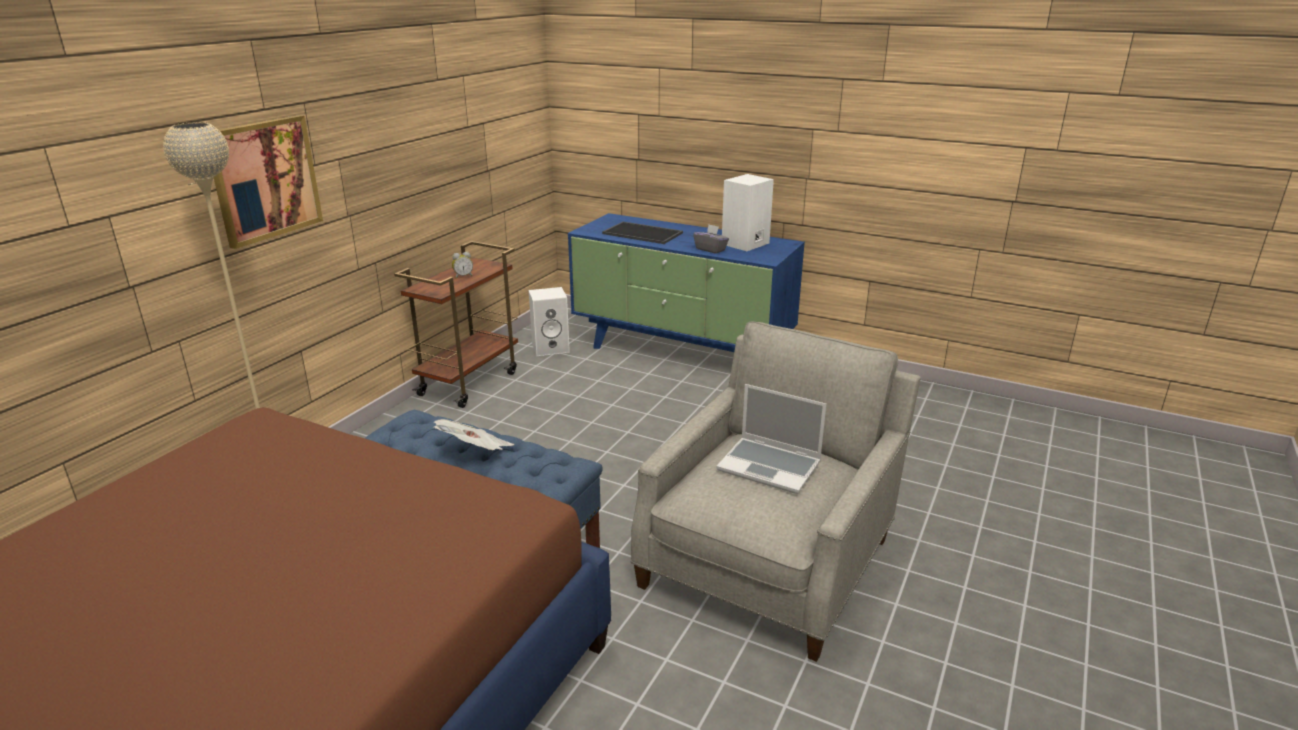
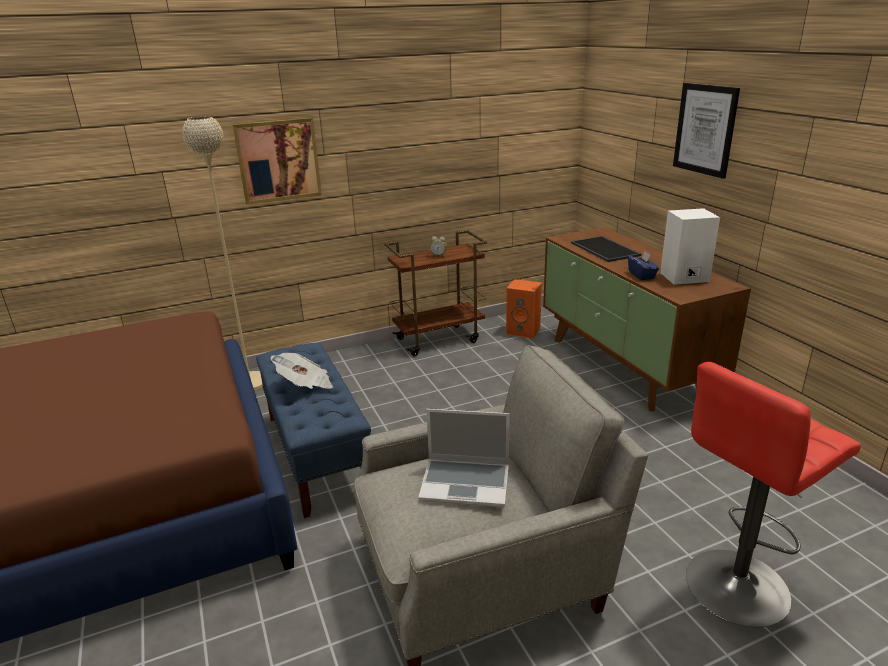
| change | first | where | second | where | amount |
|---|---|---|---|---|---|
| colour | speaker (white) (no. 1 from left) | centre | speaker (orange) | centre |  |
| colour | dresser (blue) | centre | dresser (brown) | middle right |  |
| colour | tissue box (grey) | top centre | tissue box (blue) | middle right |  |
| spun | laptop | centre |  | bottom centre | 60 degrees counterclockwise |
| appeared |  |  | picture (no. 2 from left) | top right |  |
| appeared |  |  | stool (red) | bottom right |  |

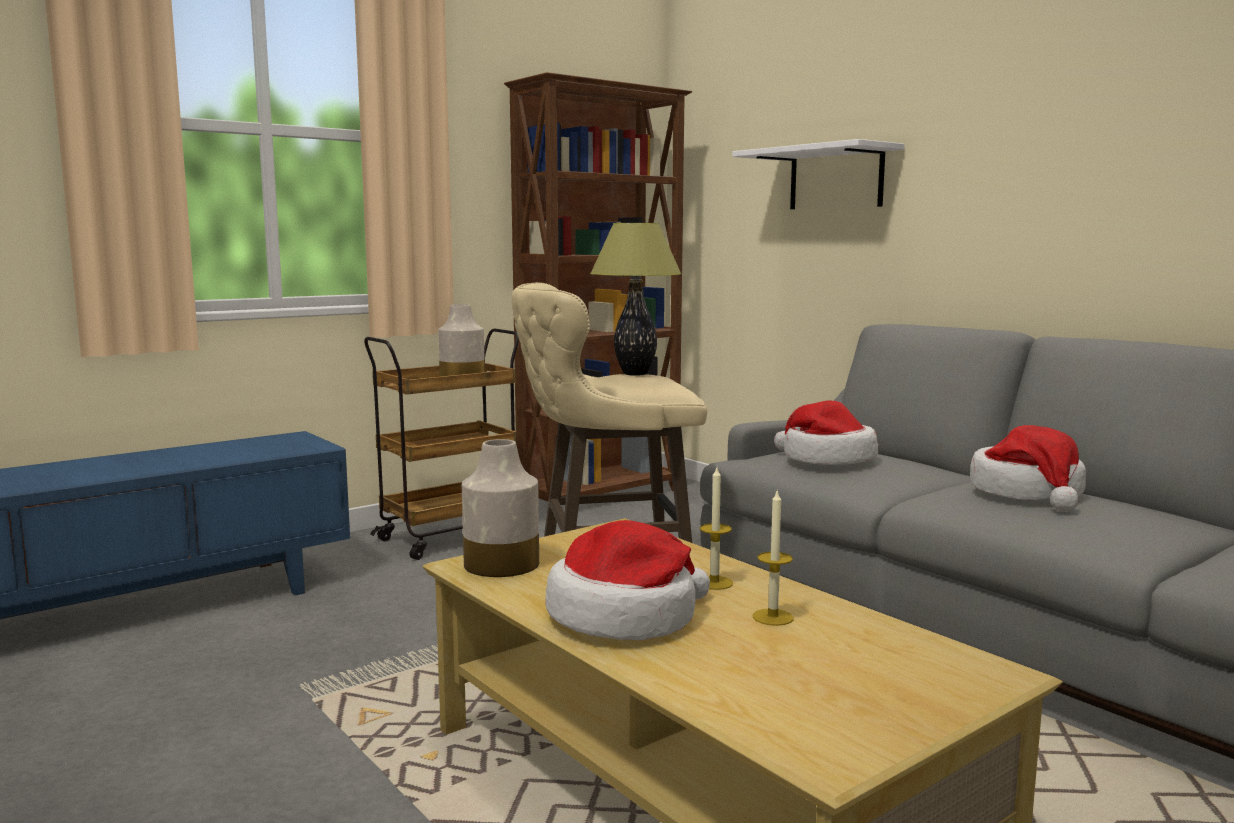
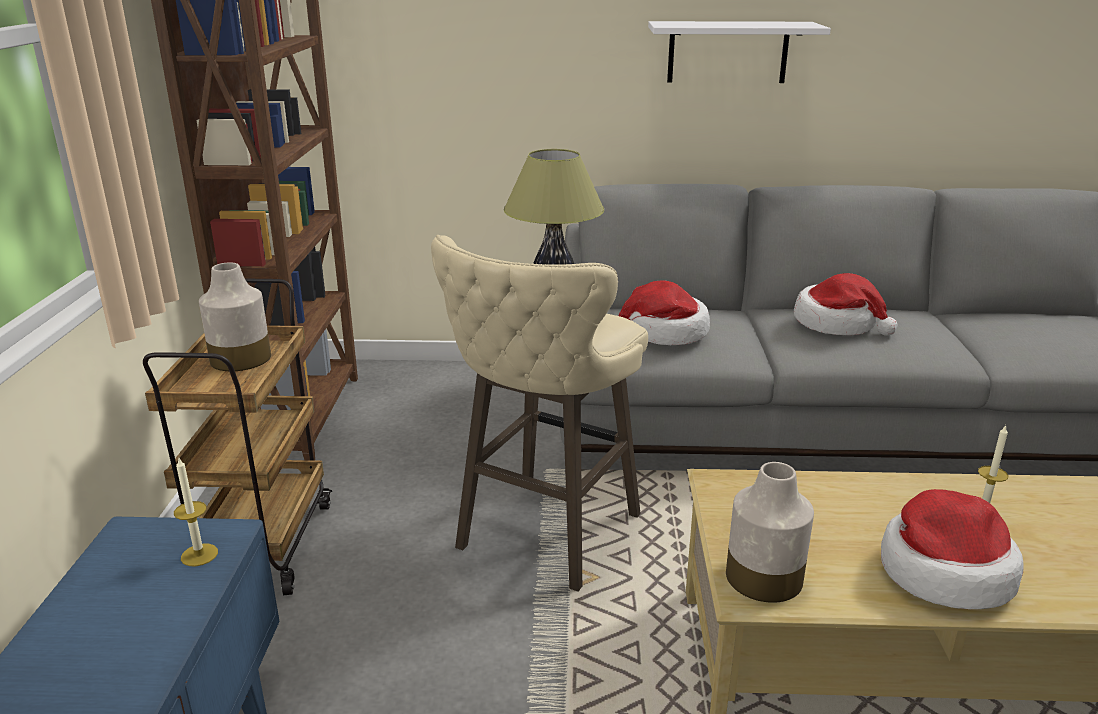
| change | first | where | second | where | amount |
|---|---|---|---|---|---|
| relocated | candle (no. 1 from left) | centre |  | bottom left |  |
| relocated | shelf (white) | top centre |  | top right |  |

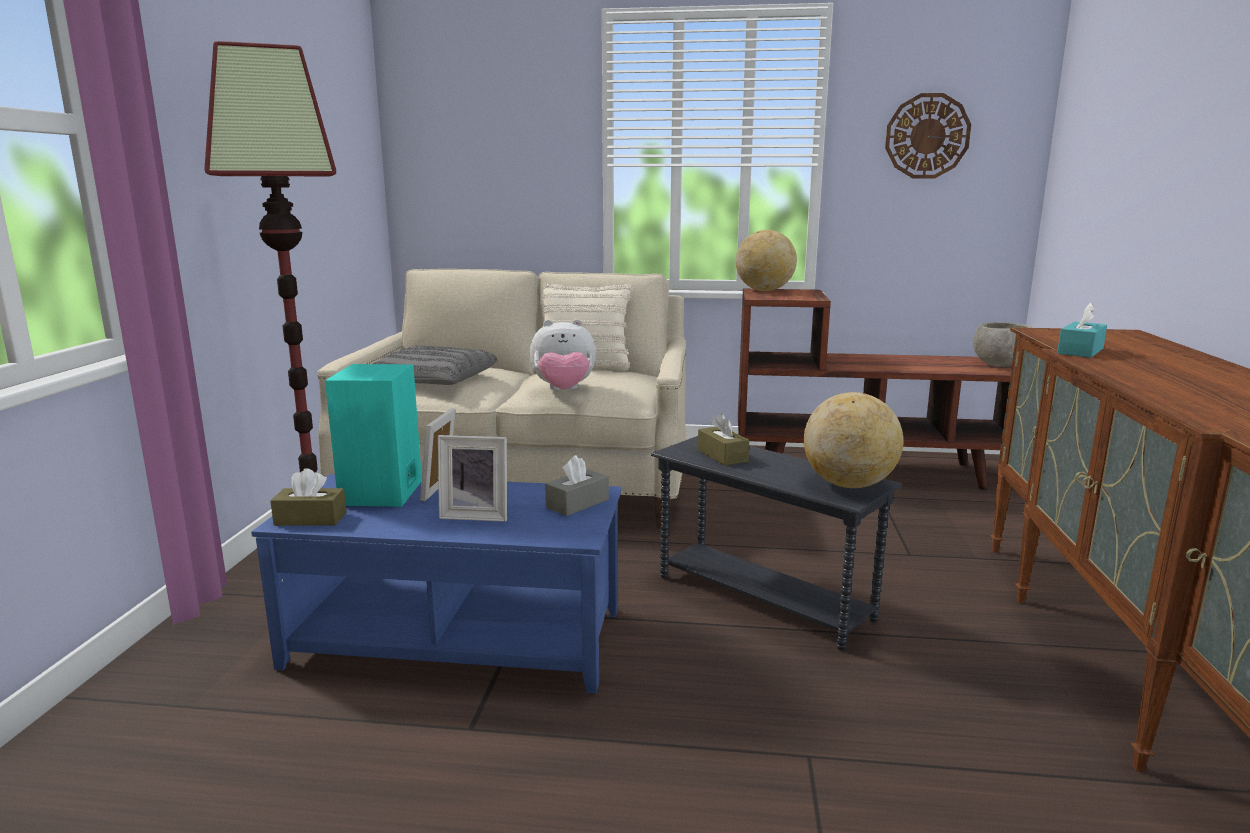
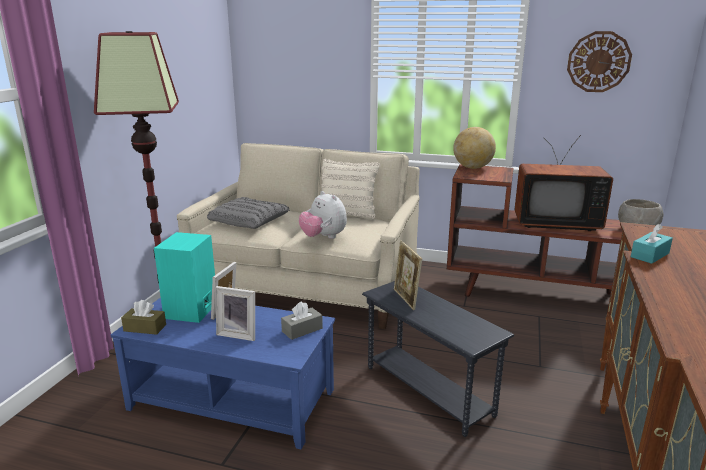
| change | first | where | second | where | amount |
|---|---|---|---|---|---|
| spun | plush toy | centre |  | centre | 45 degrees clockwise |
| exchanged | tissue box (brown) (no. 2 from left) | centre | picture frame (no. 3 from left) | centre |  |
| missing | globe (no. 2 from left) | middle right |  |  |  |
| appeared |  |  | television | middle right |  |

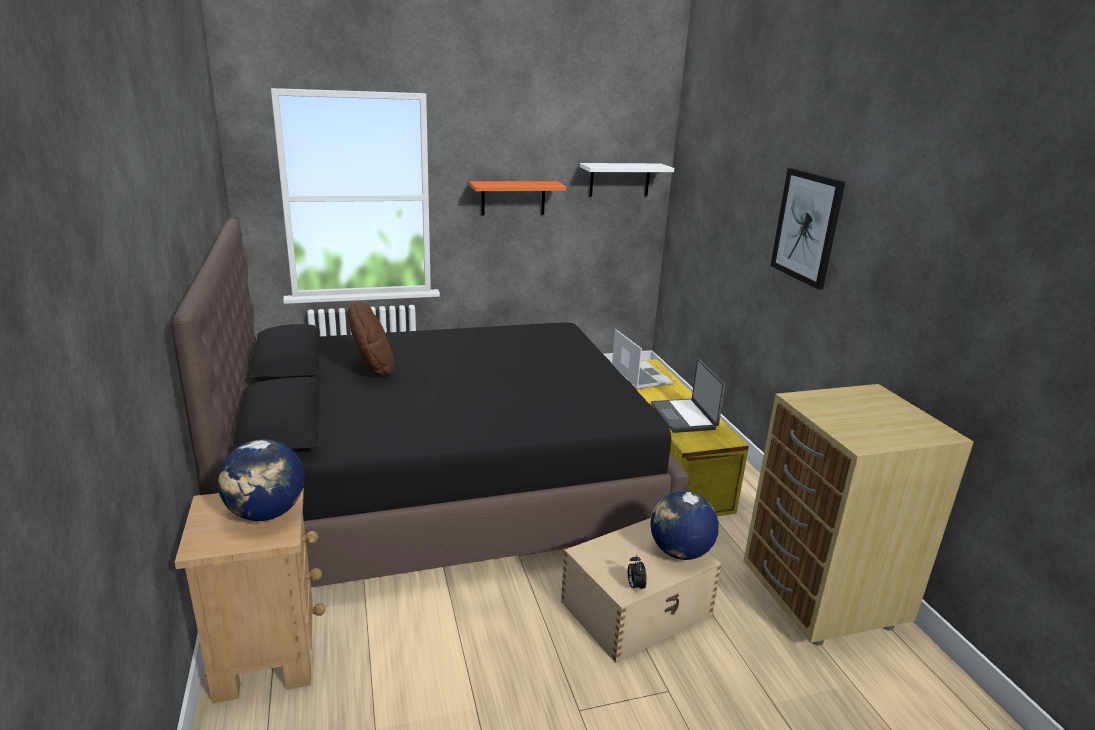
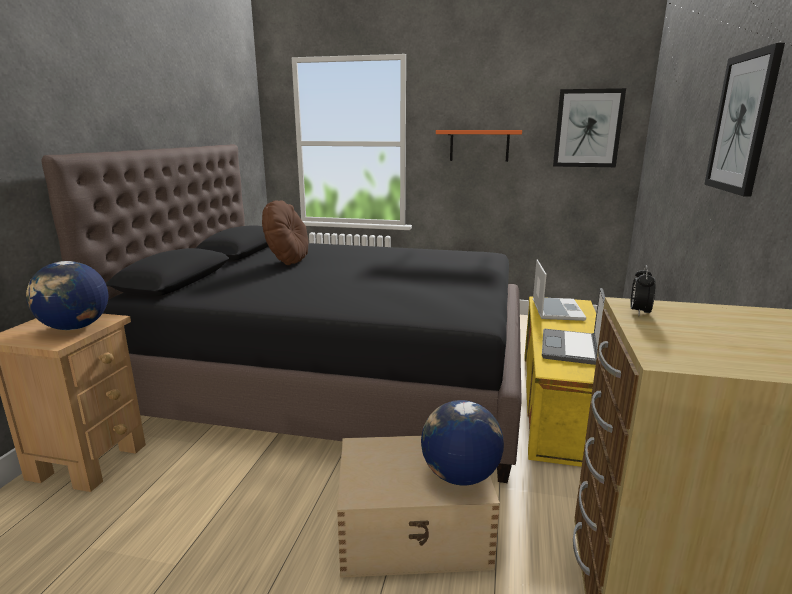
| change | first | where | second | where | amount |
|---|---|---|---|---|---|
| exchanged | shelf (white) | top centre | picture (no. 1 from left) | top right |  |
| relocated | alarm clock | bottom centre |  | middle right |  |

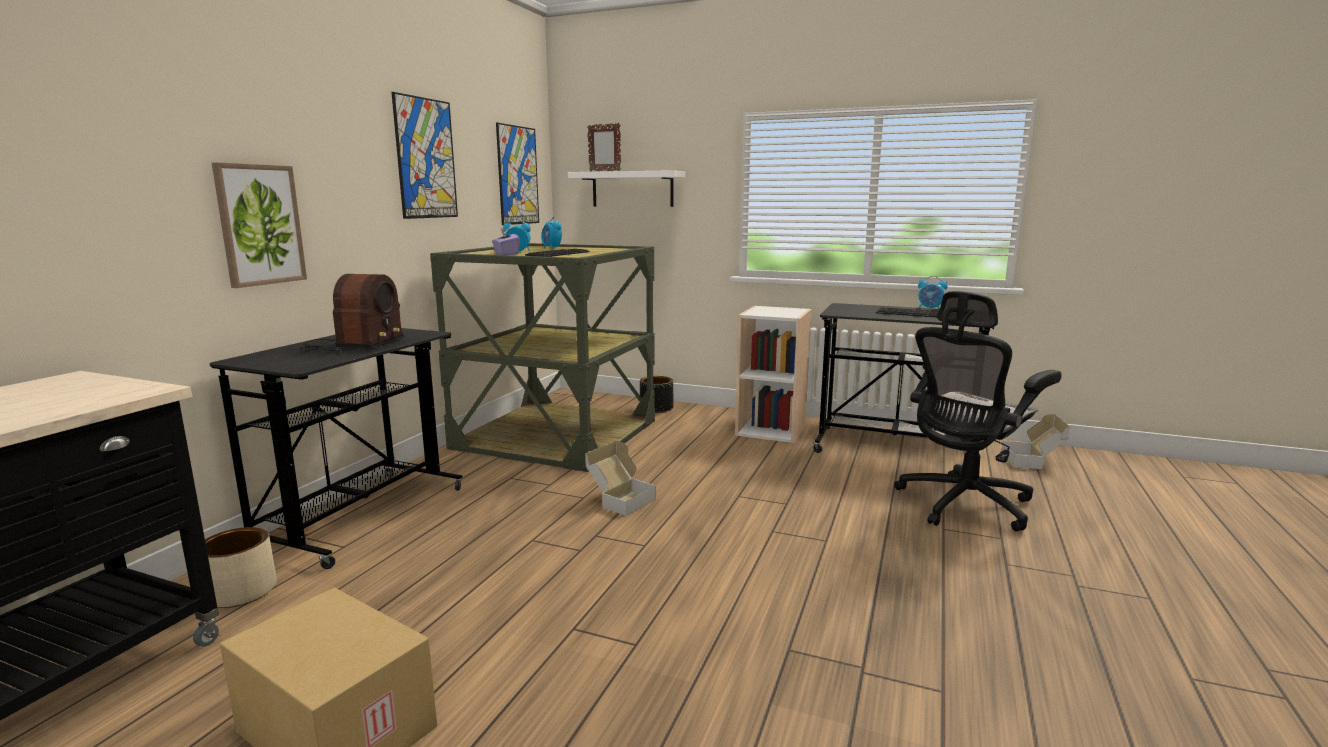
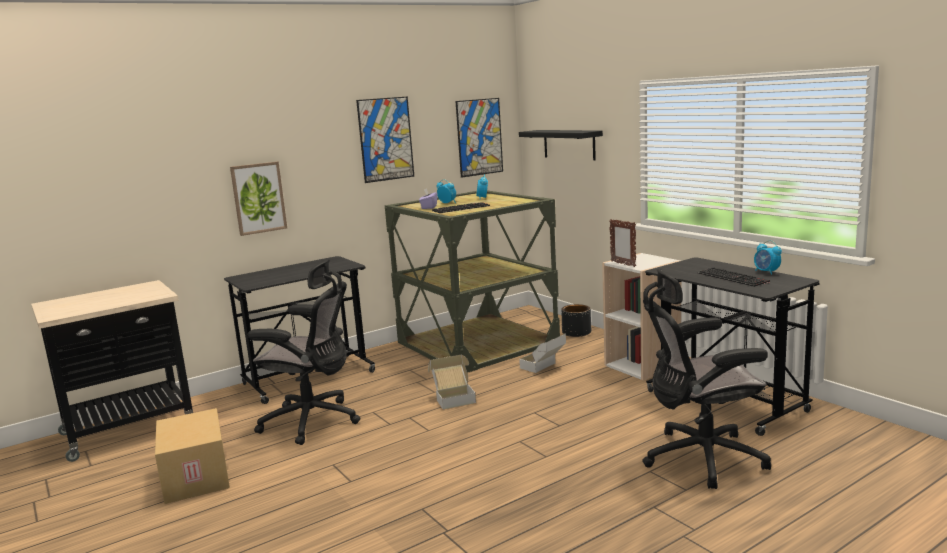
| change | first | where | second | where | amount |
|---|---|---|---|---|---|
| missing | planter (beige) | bottom left |  |  |  |
| missing | radio | middle left |  |  |  |
| colour | shelf (white) | top centre | shelf (black) | top centre |  |
| relocated | picture frame | top centre |  | centre |  |
| relocated | cardboard box (no. 3 from left) | middle right |  | centre |  |
| appeared |  |  | office chair (no. 1 from left) | middle left |  |

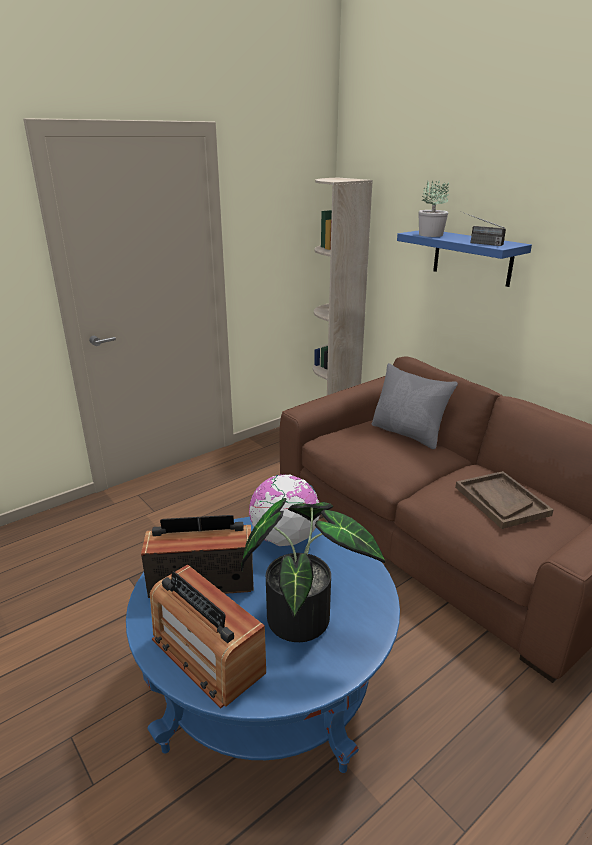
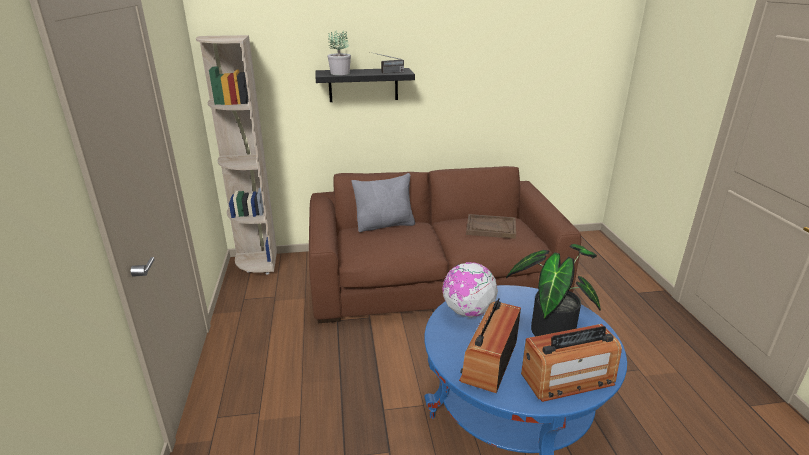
| change | first | where | second | where | amount |
|---|---|---|---|---|---|
| colour | shelf (blue) | top right | shelf (black) | top centre |  |

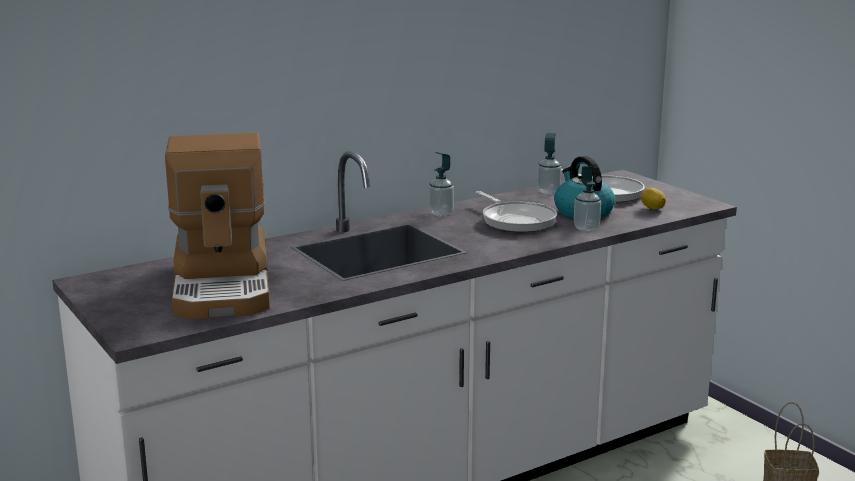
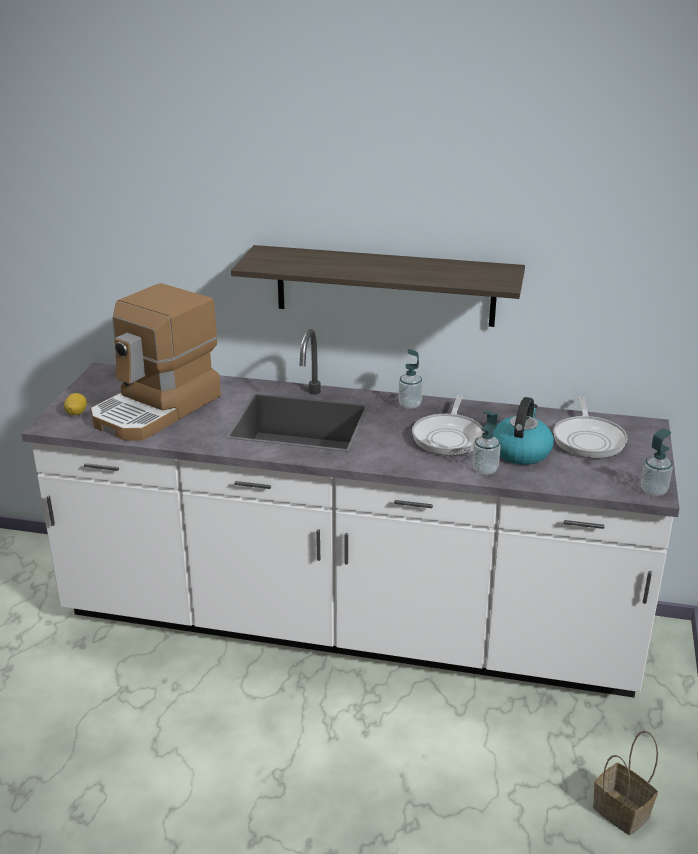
| change | first | where | second | where | amount |
|---|---|---|---|---|---|
| relocated | soap dispenser (no. 2 from left in the first image) | centre | soap dispenser (no. 3 from left) | middle right |  |
| relocated | lemon | middle right |  | middle left |  |
| appeared |  |  | shelf | centre |  |

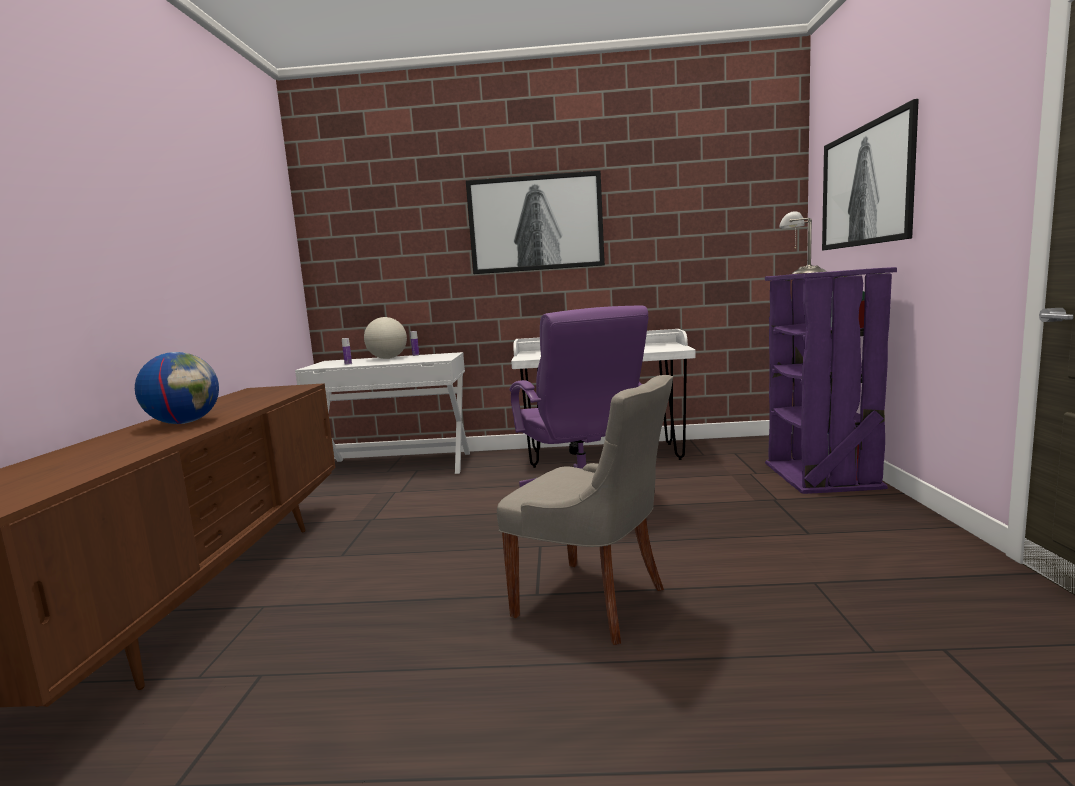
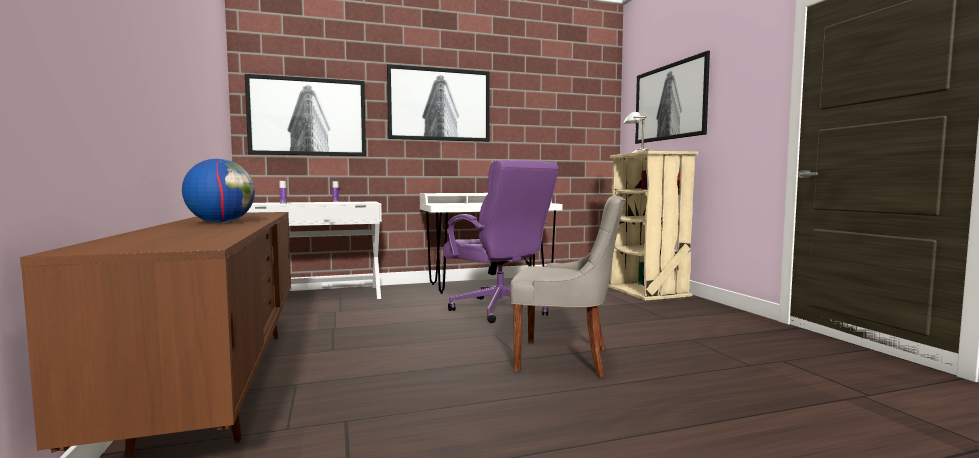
| change | first | where | second | where | amount |
|---|---|---|---|---|---|
| missing | globe (no. 2 from left) | centre |  |  |  |
| colour | bookcase (purple) | middle right | bookcase (beige) | middle right |  |
| appeared |  |  | picture (no. 1 from left) | top left |  |

